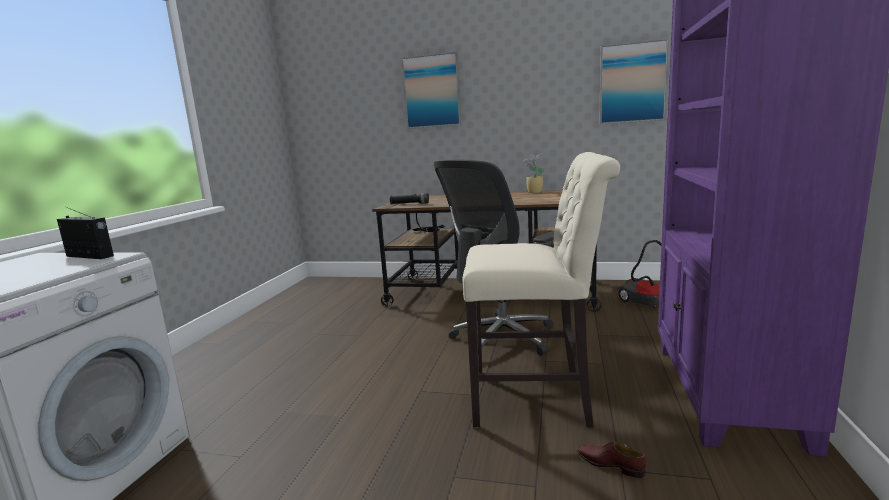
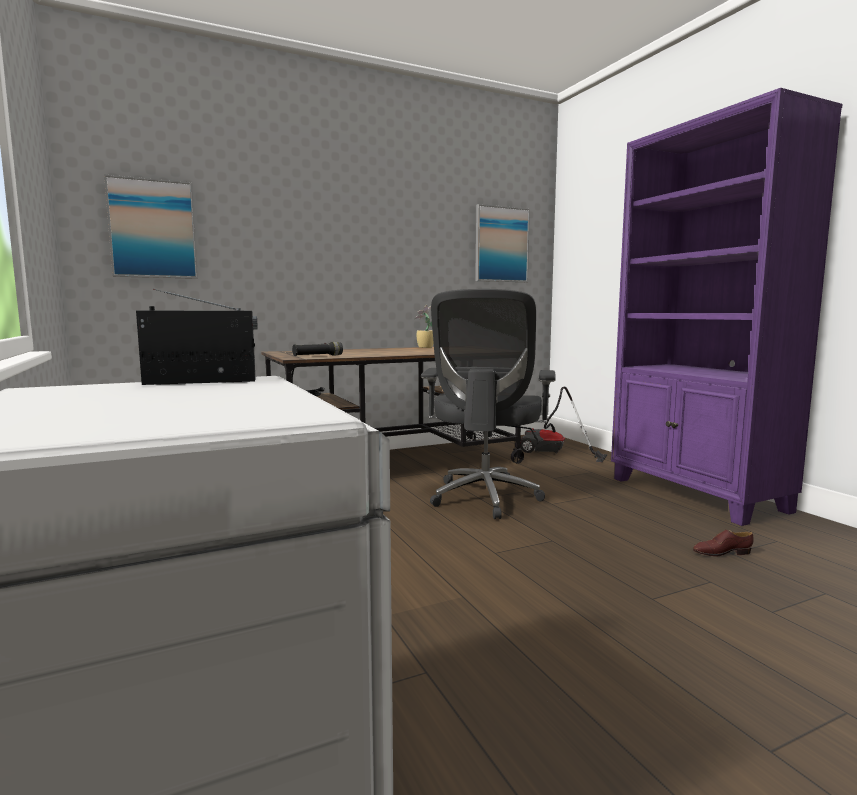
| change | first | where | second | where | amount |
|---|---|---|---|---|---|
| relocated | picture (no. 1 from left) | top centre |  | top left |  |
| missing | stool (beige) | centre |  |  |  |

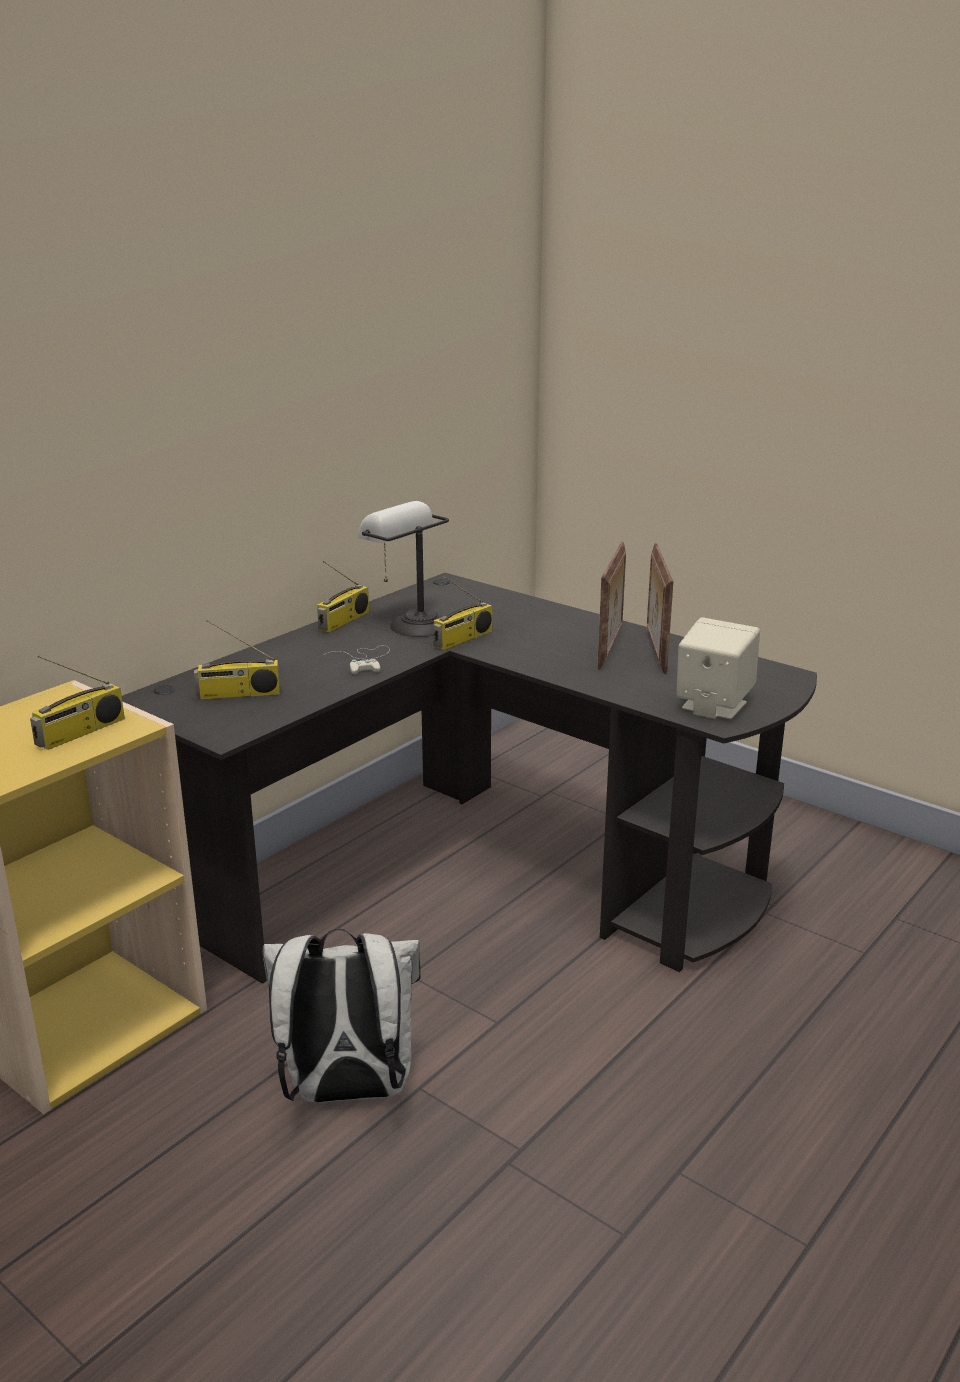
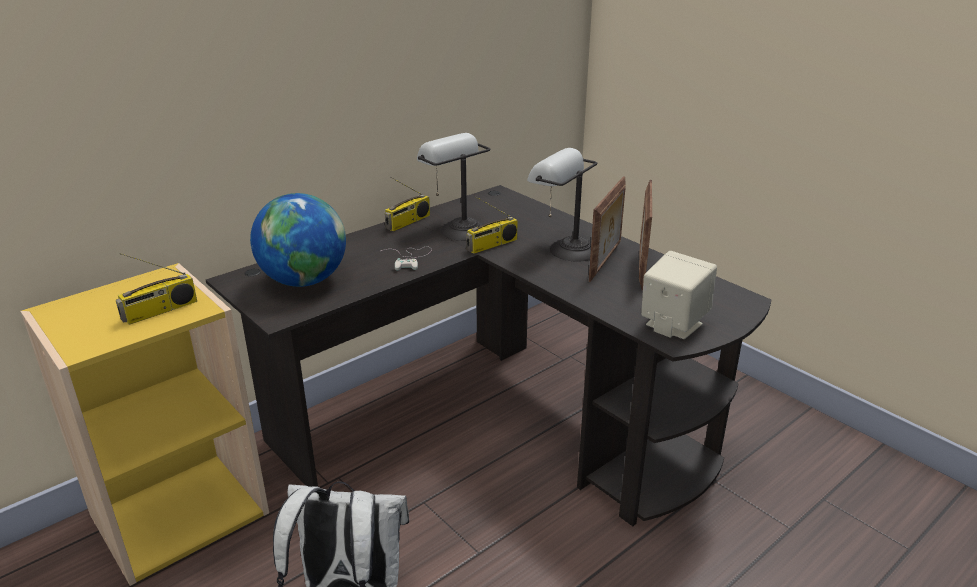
| change | first | where | second | where | amount |
|---|---|---|---|---|---|
| exchanged | radio (no. 2 from left) | middle left | globe | middle left |  |
| appeared |  |  | table lamp (no. 2 from left) | centre |  |

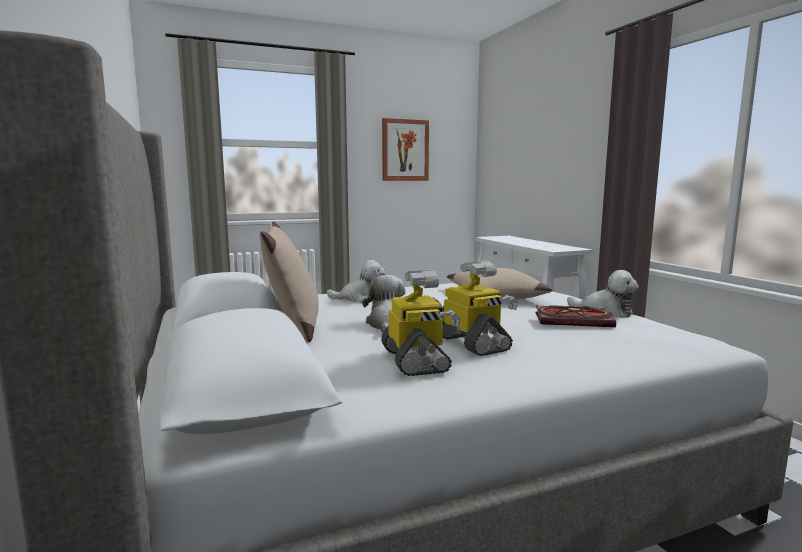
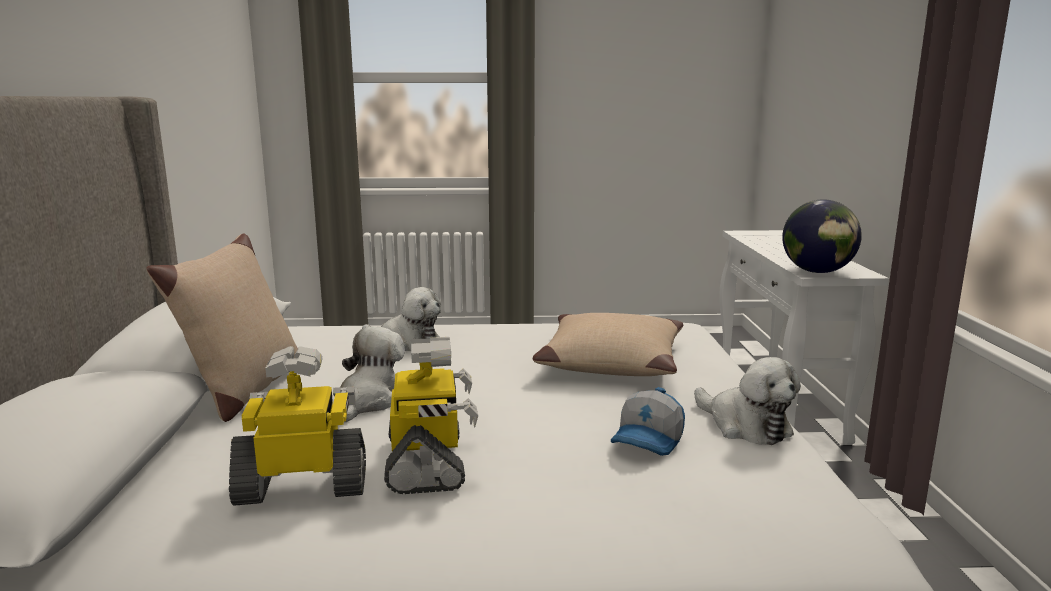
| change | first | where | second | where | amount |
|---|---|---|---|---|---|
| spun | toy robot (no. 1 from left) | centre |  | bottom left | 105 degrees counterclockwise |
| missing | picture | top centre |  |  |  |
| exchanged | book | middle right | cap | bottom centre |  |
| appeared |  |  | globe | middle right |  |

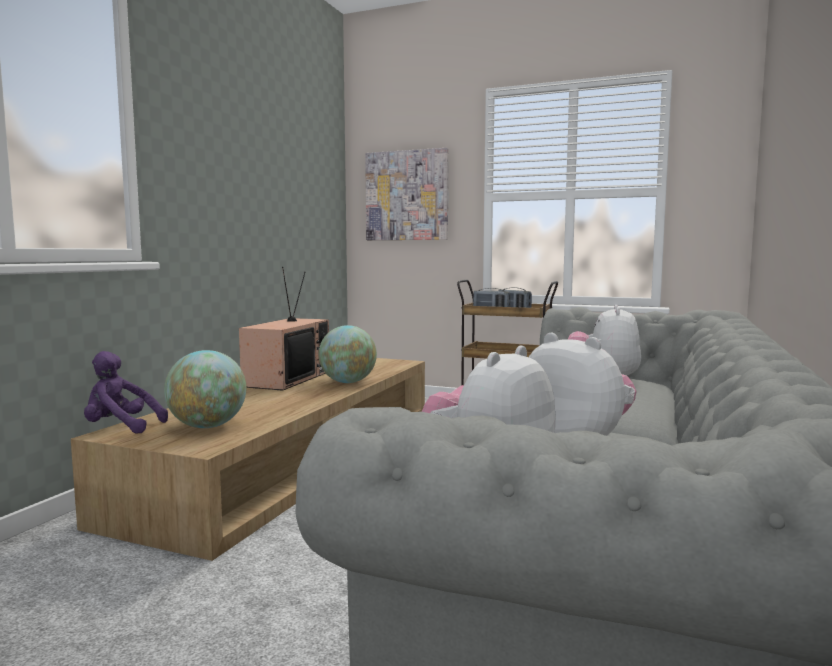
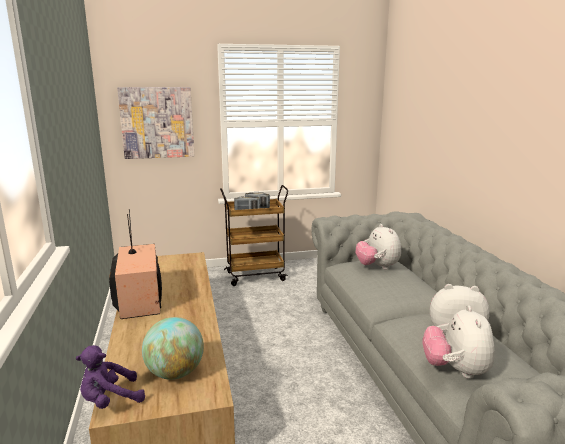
| change | first | where | second | where | amount |
|---|---|---|---|---|---|
| missing | globe (no. 2 from left) | centre |  |  |  |

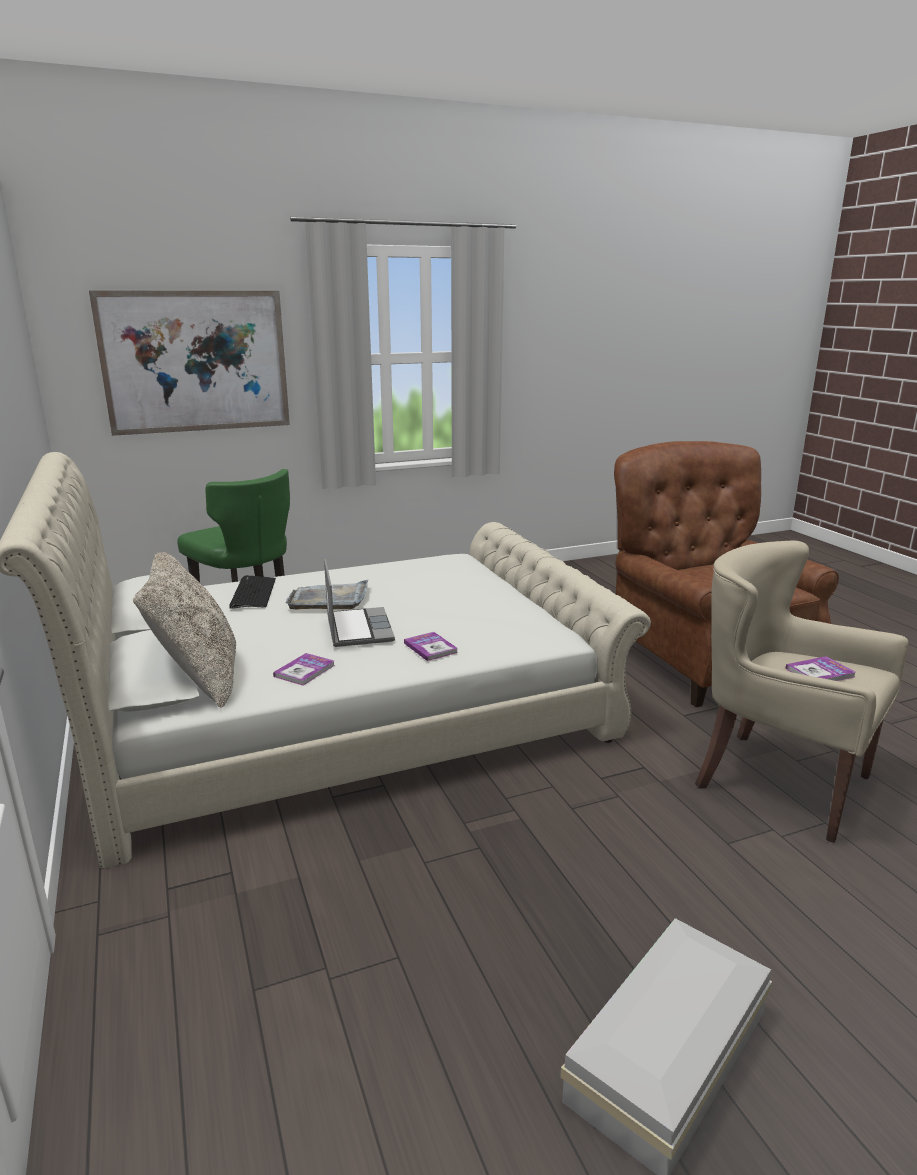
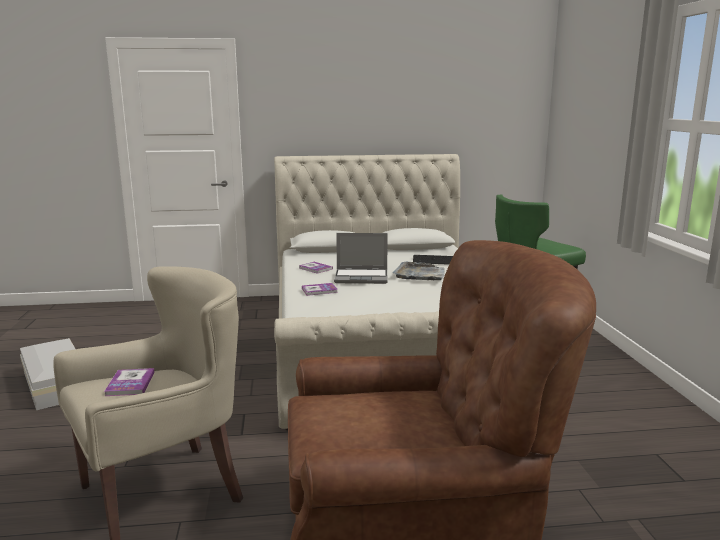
| change | first | where | second | where | amount |
|---|---|---|---|---|---|
| missing | picture | top left |  |  |  |
| missing | pillow (beige) | middle left |  |  |  |

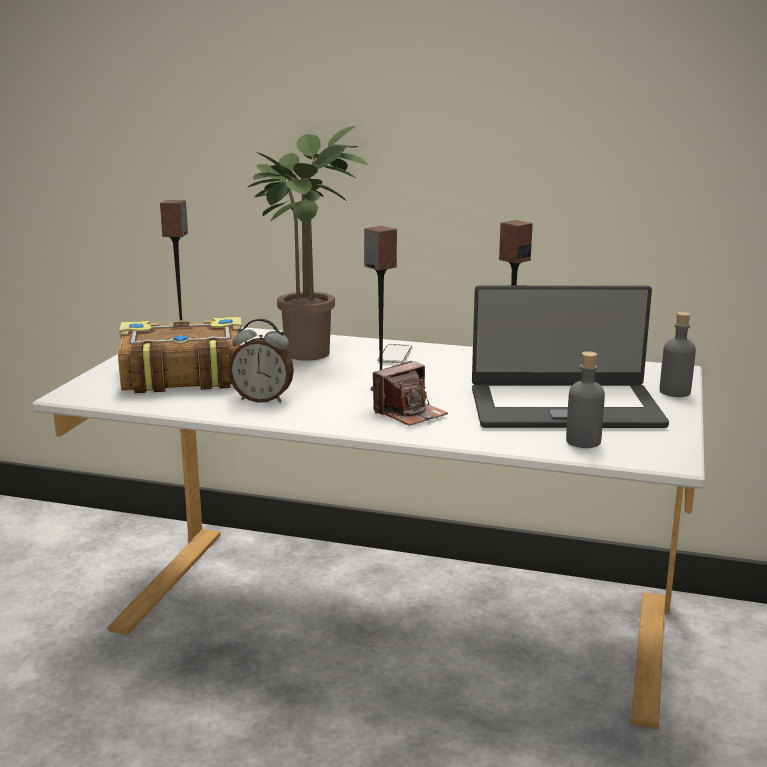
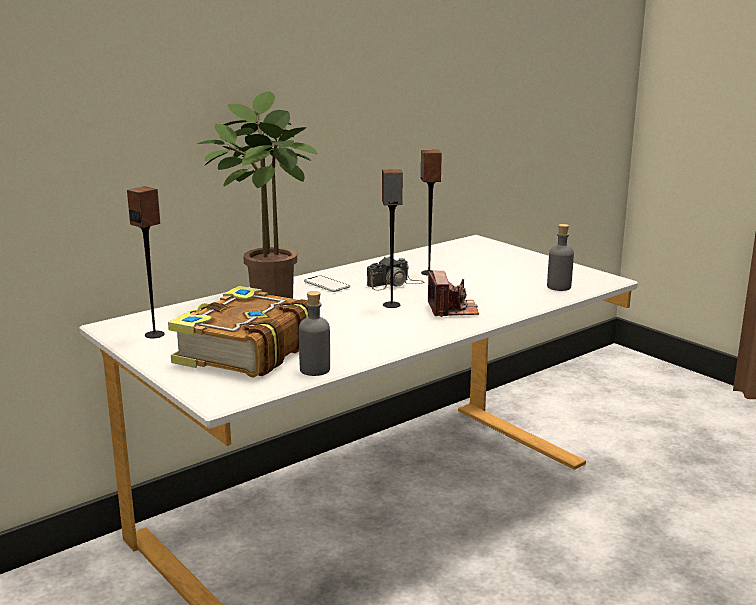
| change | first | where | second | where | amount |
|---|---|---|---|---|---|
| missing | alarm clock | centre |  |  |  |
| missing | laptop | middle right |  |  |  |
| relocated | bottle (grey) (no. 2 from left in the first image) | middle right | bottle (grey) (no. 1 from left) | centre |  |
| appeared |  |  | photo camera (no. 1 from left) | centre |  |

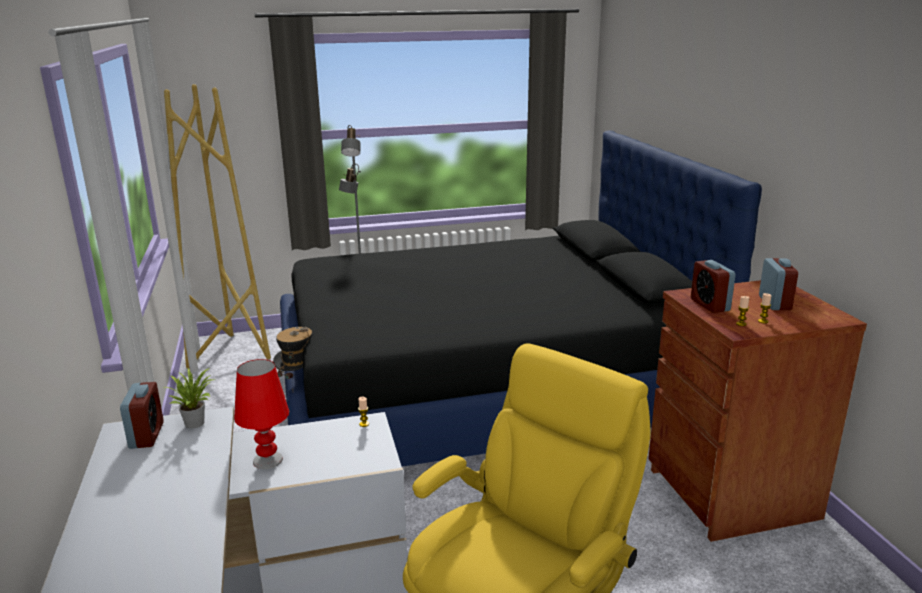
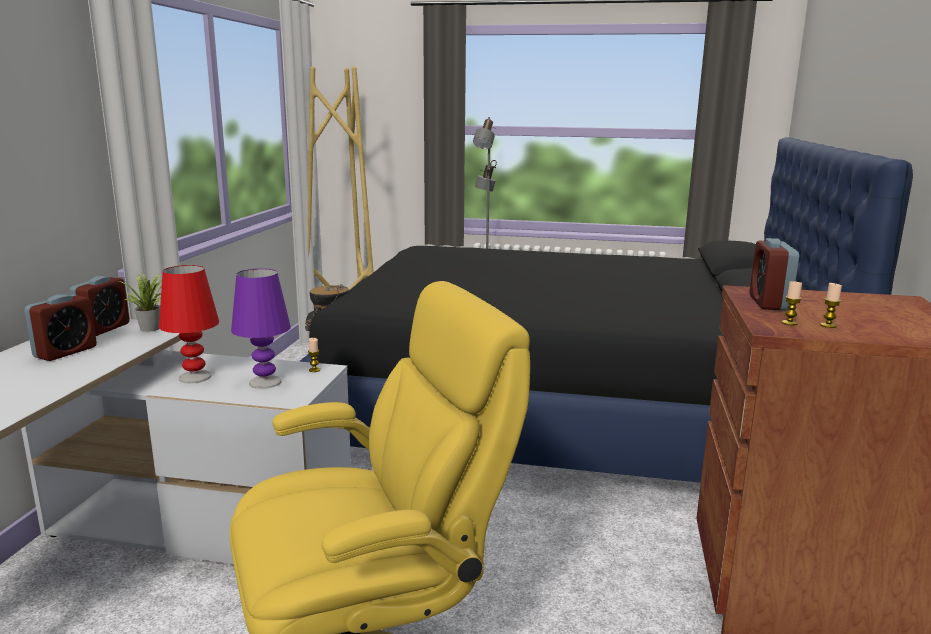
| change | first | where | second | where | amount |
|---|---|---|---|---|---|
| relocated | alarm clock (no. 3 from left in the first image) | middle right | alarm clock (no. 1 from left) | middle left |  |
| appeared |  |  | table lamp (purple) | middle left |  |

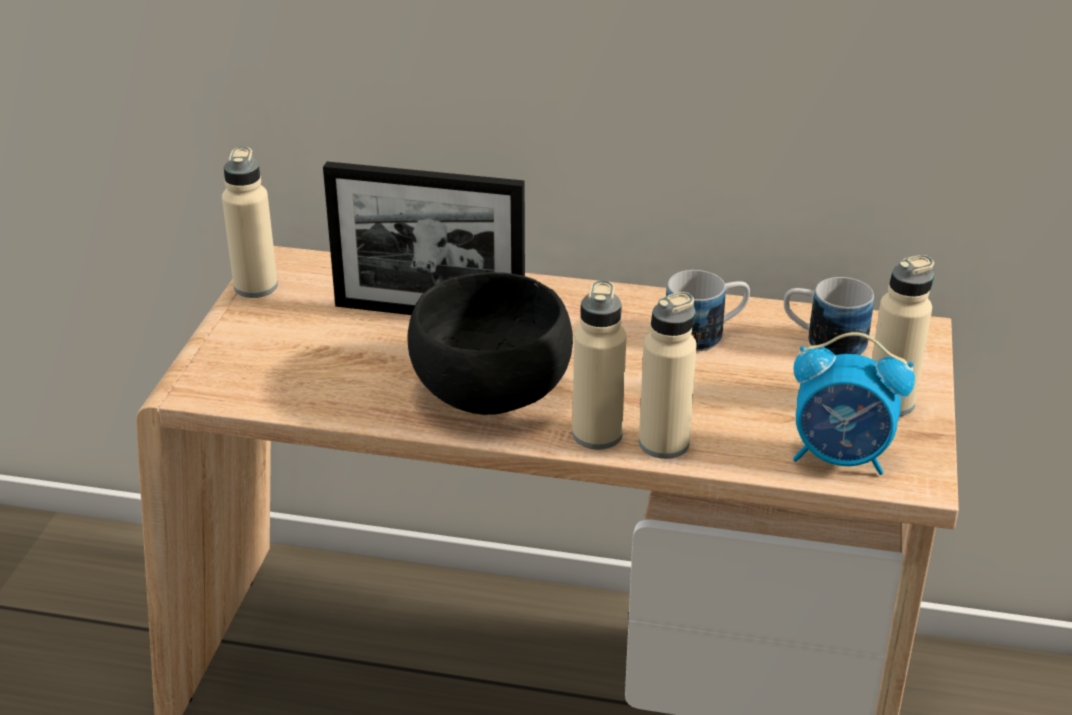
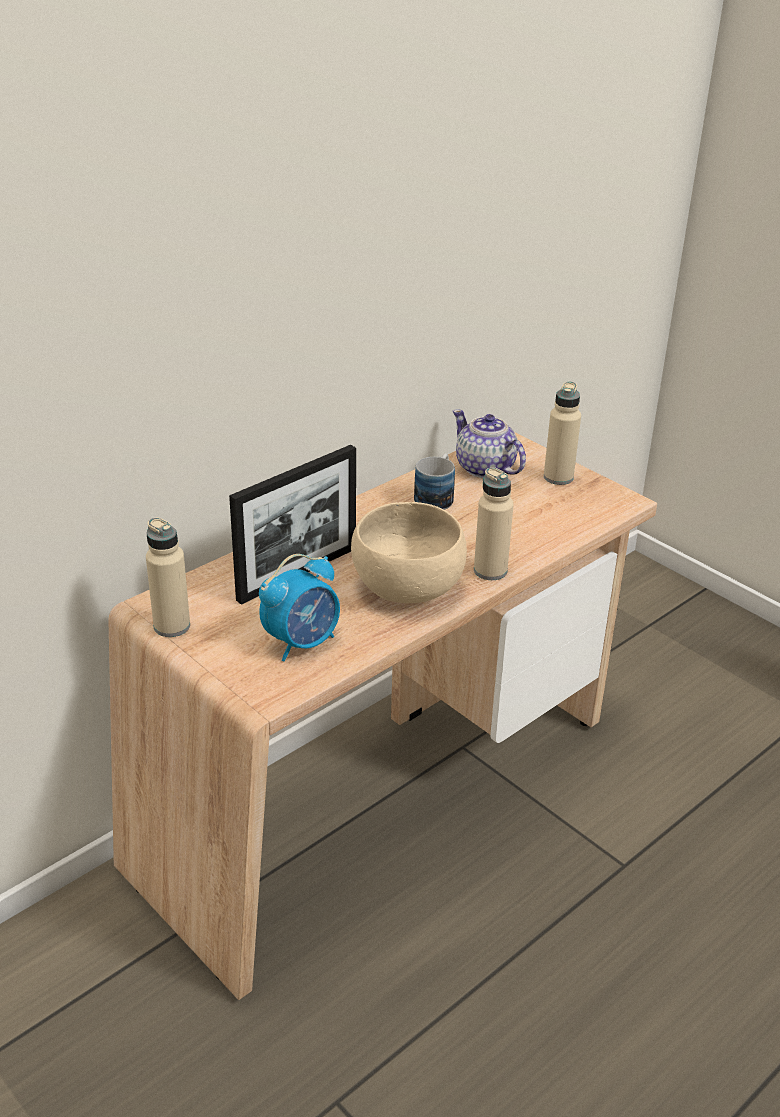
| change | first | where | second | where | amount |
|---|---|---|---|---|---|
| colour | bowl (black) | centre | bowl (beige) | centre |  |
| missing | bottle (beige) (no. 3 from left) | centre |  |  |  |
| exchanged | mug (no. 2 from left) | middle right | teapot | centre |  |
| relocated | alarm clock | middle right |  | centre |  |

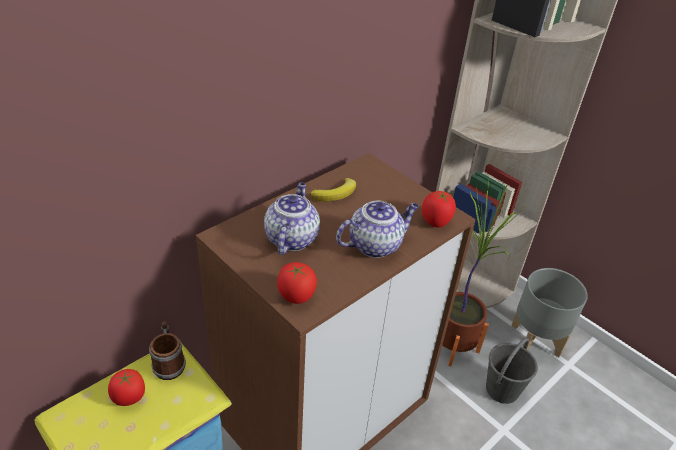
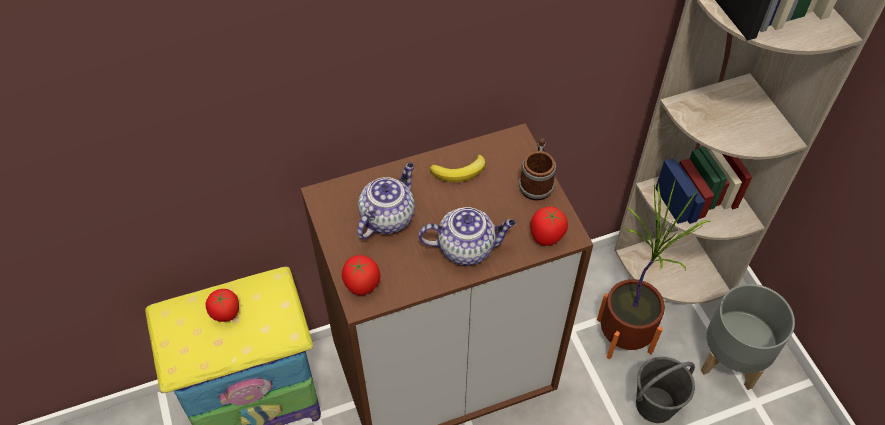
| change | first | where | second | where | amount |
|---|---|---|---|---|---|
| relocated | mug | bottom left |  | centre |  |

